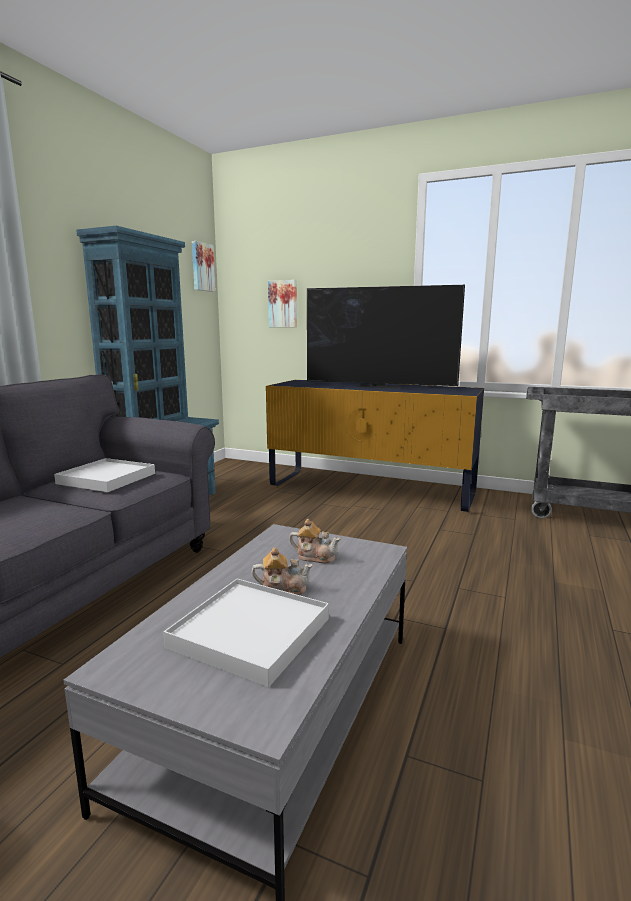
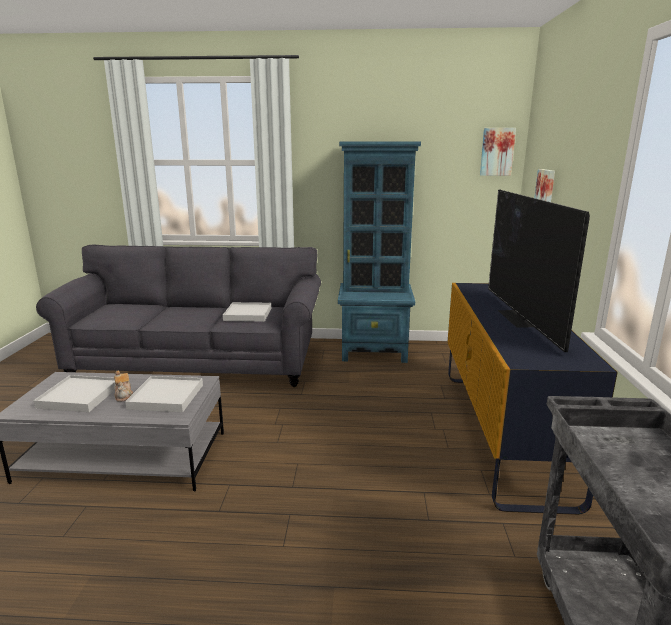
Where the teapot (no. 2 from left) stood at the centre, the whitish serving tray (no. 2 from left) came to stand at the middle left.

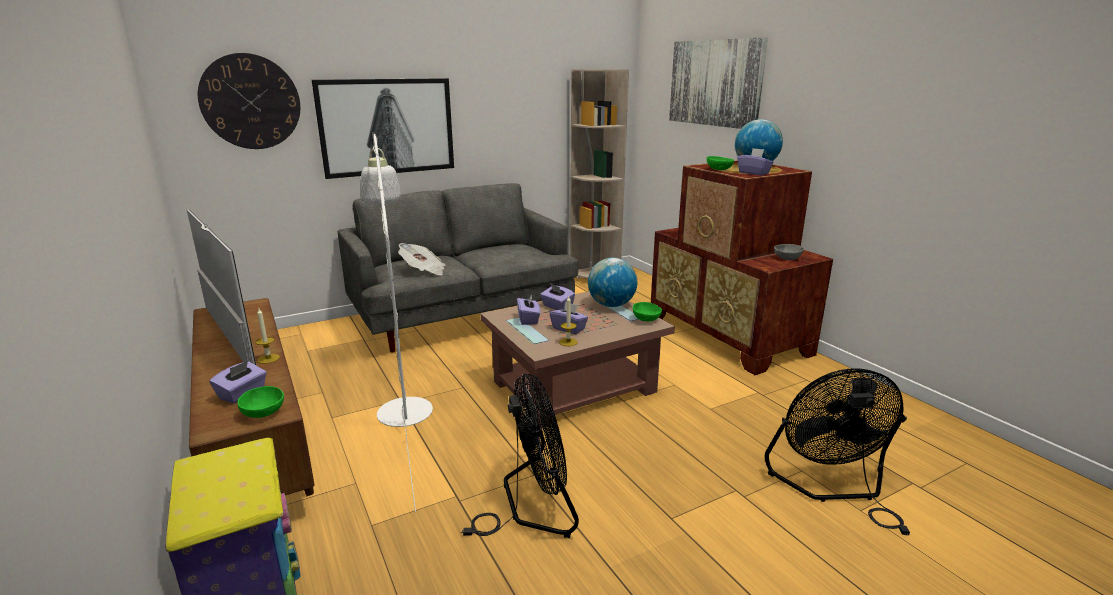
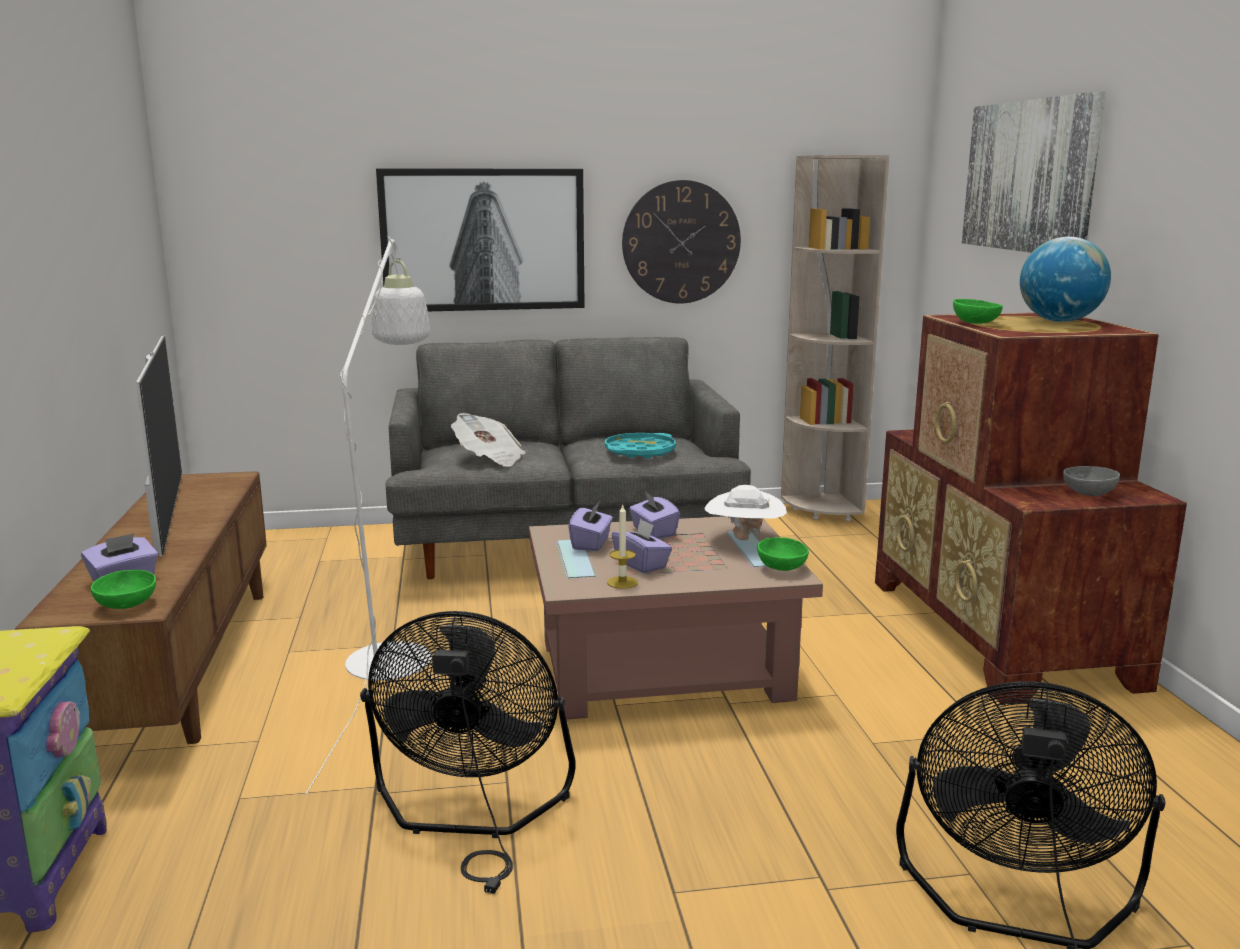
The hanging clock ended up elsewhere, having gone from the top left to the top centre. The second view lost the purplish tissue box (no. 5 from left) at the top right. Where the globe (no. 1 from left) stood at the centre, the whitish clothing hat came to stand at the centre. The second view lost the wax light (no. 1 from left) at the middle left. The blackish cooling fan (no. 1 from left) at the bottom centre ended up facing another way, 90 degrees counterclockwise from before. The second view gained the turquoise serving tray at the centre.

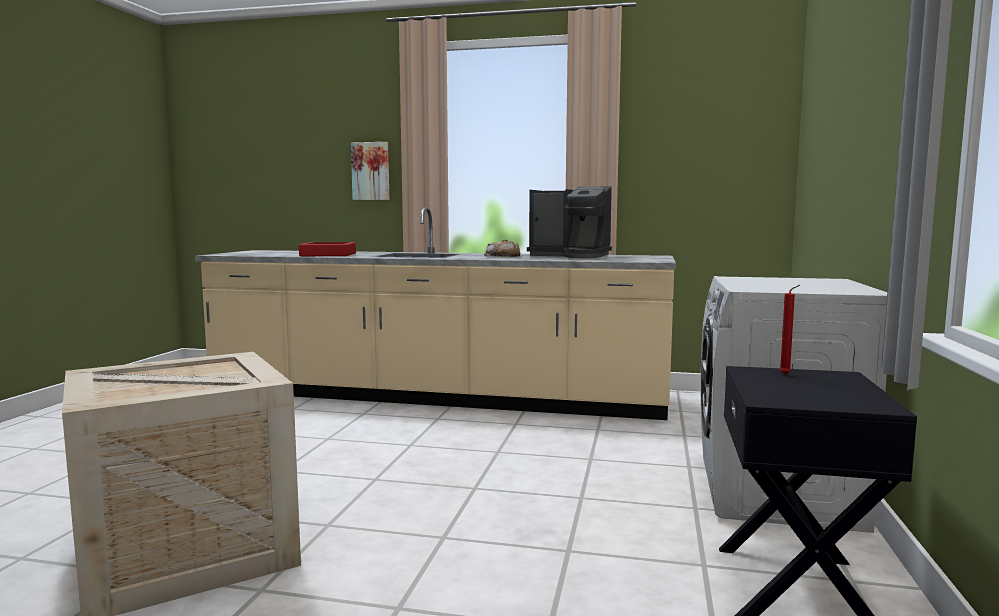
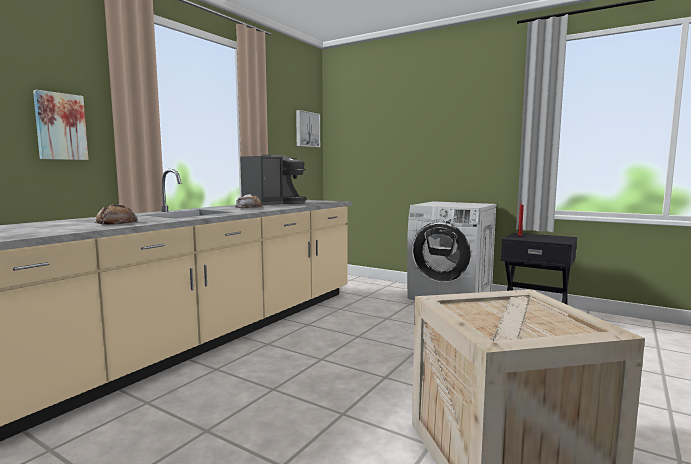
Where the reddish serving tray stood at the middle left, the baked bread (no. 1 from left) came to stand at the middle left. The second view gained the picture (no. 2 from left) at the top centre.

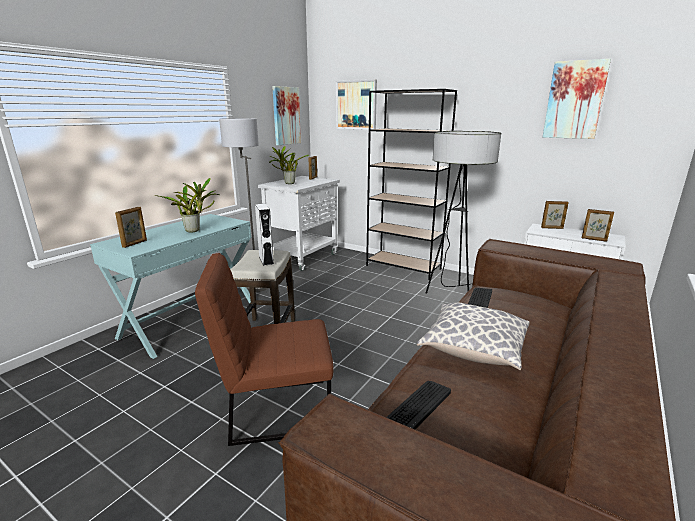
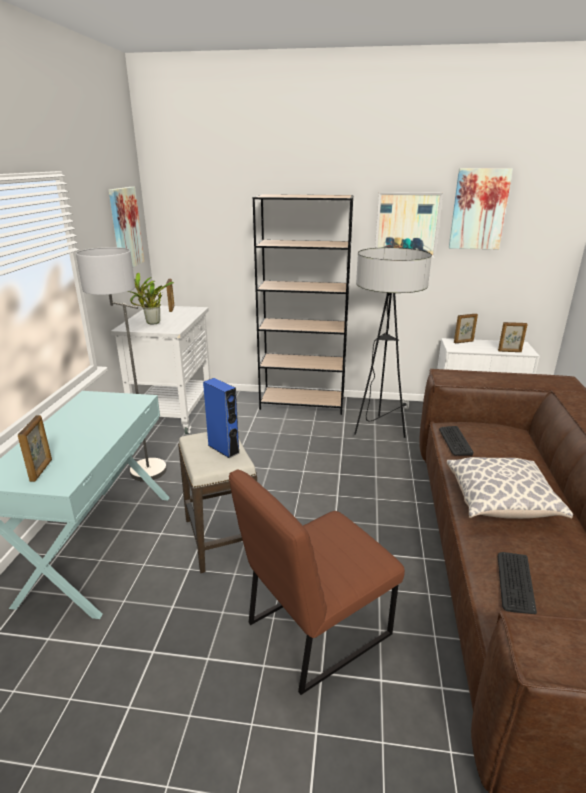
The picture (no. 2 from left) ended up elsewhere, having gone from the top centre to the top right. The second view lost the houseplant (no. 1 from left) at the middle left. What was the whitish speaker at the centre turned into the blue speaker at the centre.

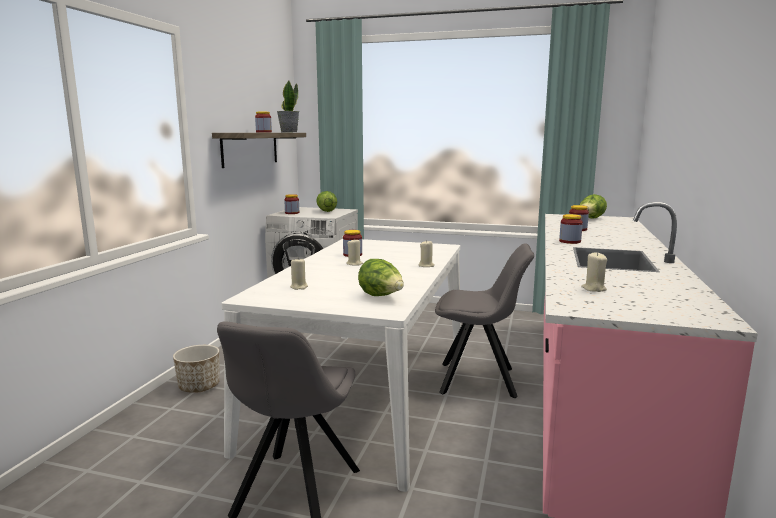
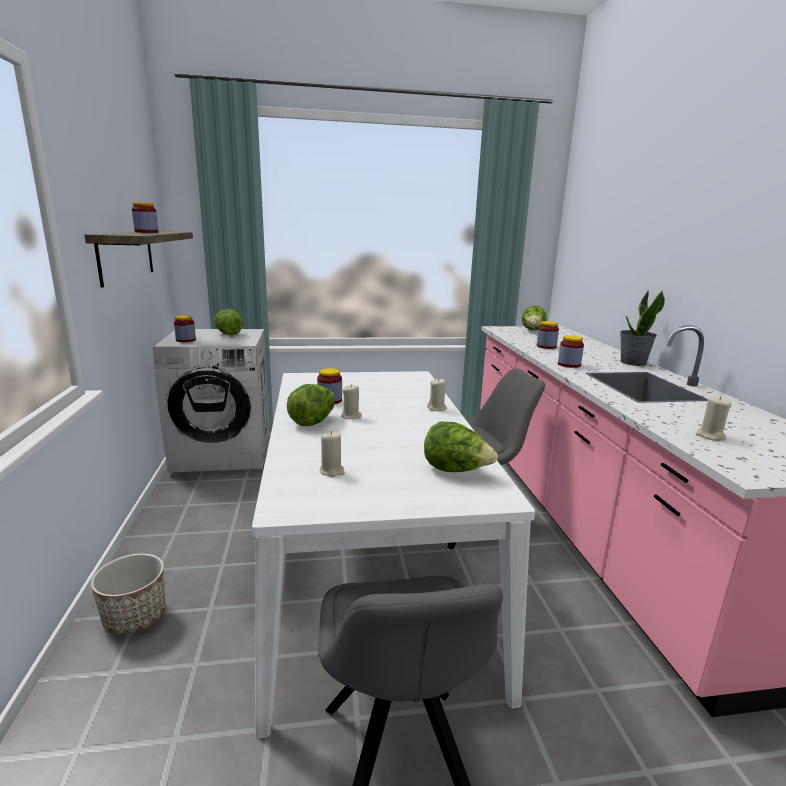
The houseplant ended up elsewhere, having gone from the top centre to the middle right. The second view gained the lettuce head (no. 2 from left) at the centre.

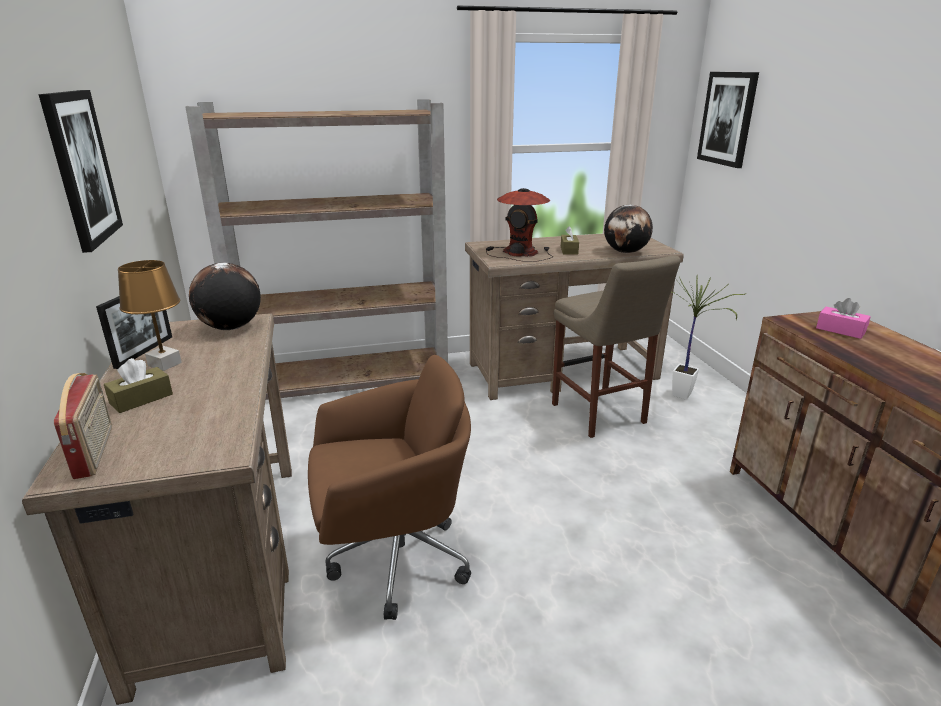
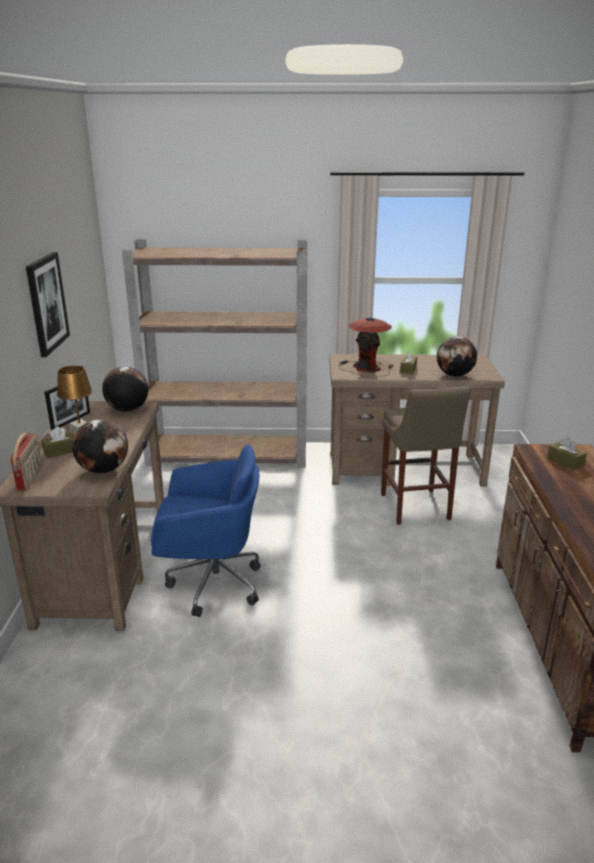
The second view lost the picture (no. 2 from left) at the top right. The second view lost the houseplant at the middle right. What was the pink tissue box at the middle right turned into the brown-coloured tissue box (no. 3 from left) at the middle right. What was the brown-coloured computer chair at the bottom centre turned into the blue computer chair at the centre. The second view gained the globe (no. 1 from left) at the middle left.

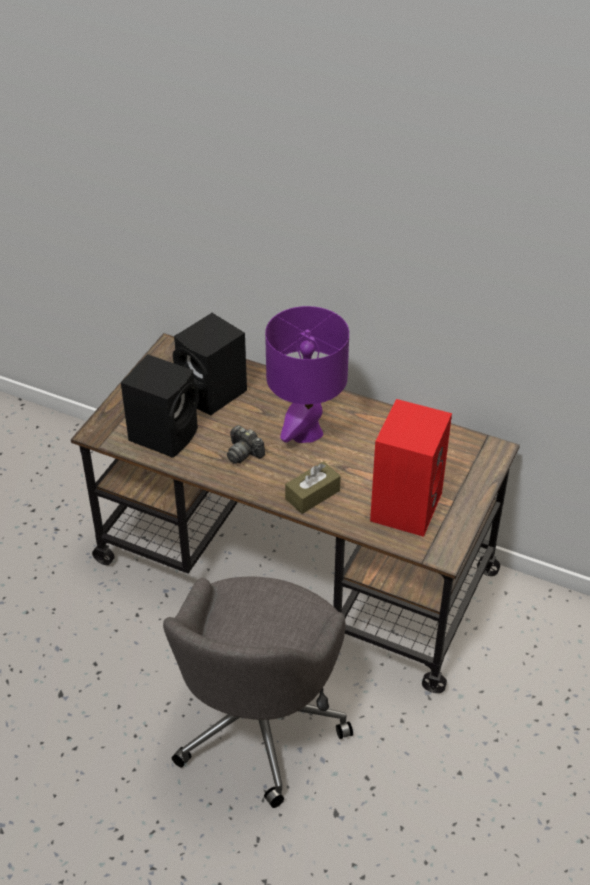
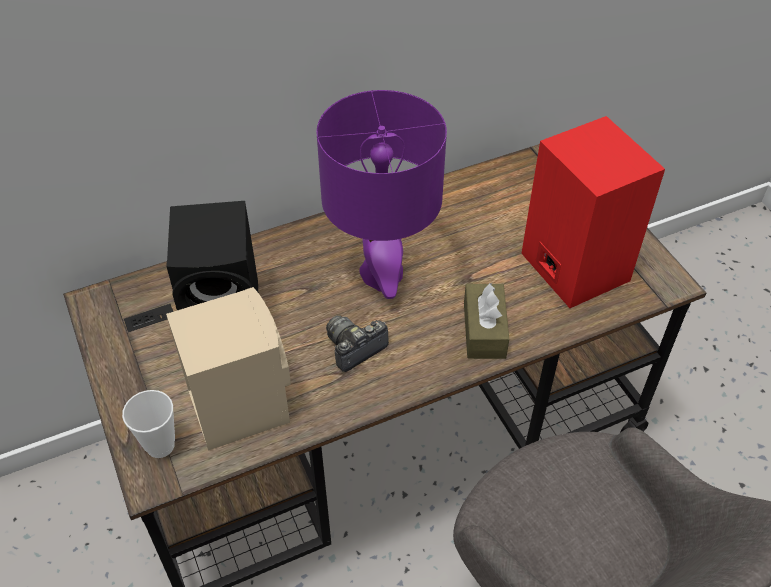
What was the blackish speaker (no. 1 from left) at the middle left turned into the beige-coloured speaker at the middle left. The photo camera at the centre ended up facing another way, 150 degrees clockwise from before. The second view gained the small cup at the bottom left.

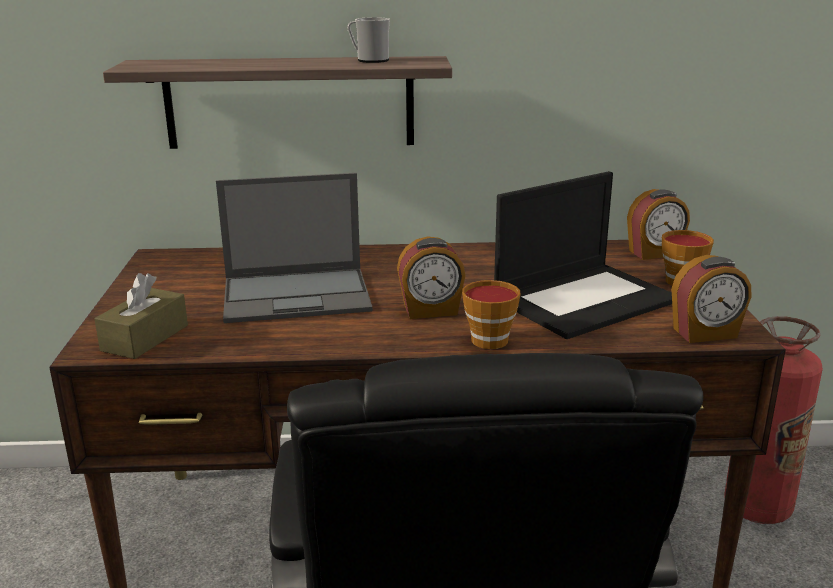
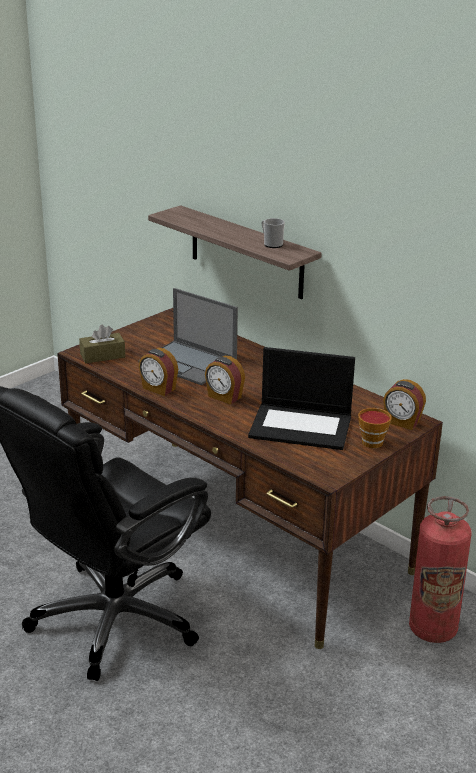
The bedside clock (no. 3 from left in the first image) ended up elsewhere, having gone from the middle right to the middle left. The second view lost the small cup (no. 1 from left) at the centre.

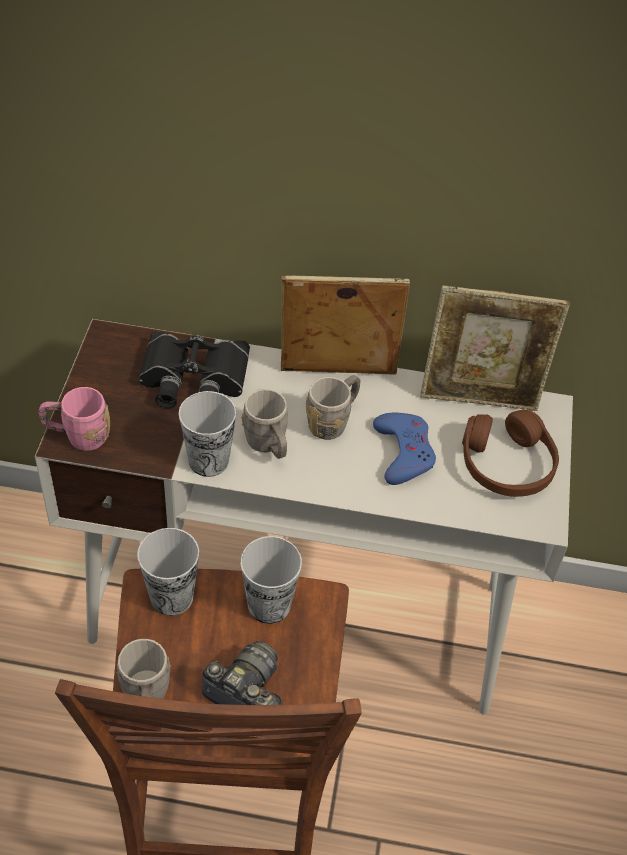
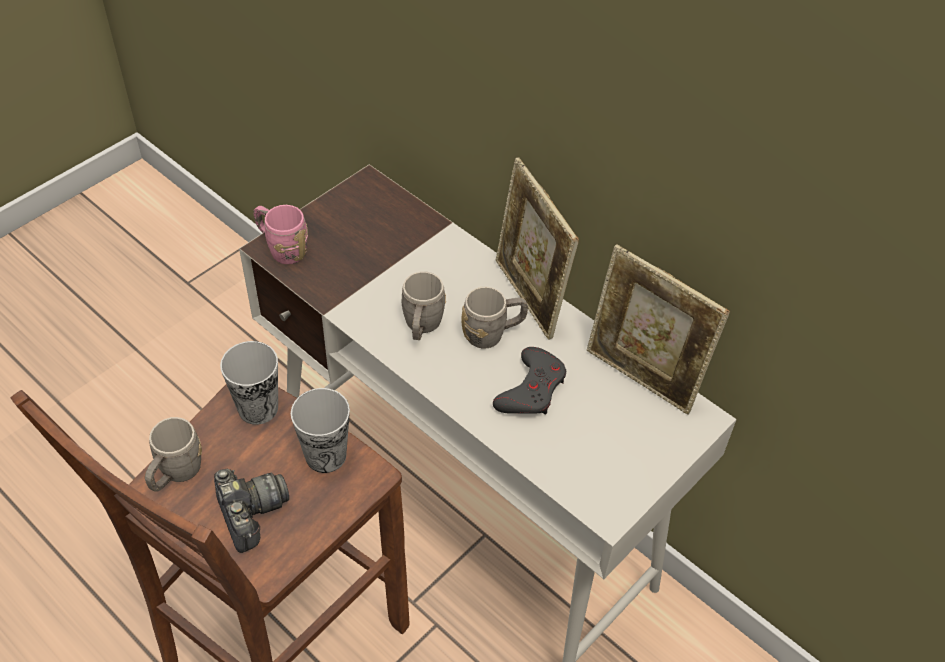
The standing frame (no. 1 from left) at the centre ended up facing another way, 150 degrees counterclockwise from before. The second view lost the blackish pair of binoculars at the middle left. The second view lost the small cup (no. 2 from left) at the middle left. The second view lost the brown-coloured headphones at the middle right. What was the blue gamepad at the centre turned into the grey gamepad at the centre.

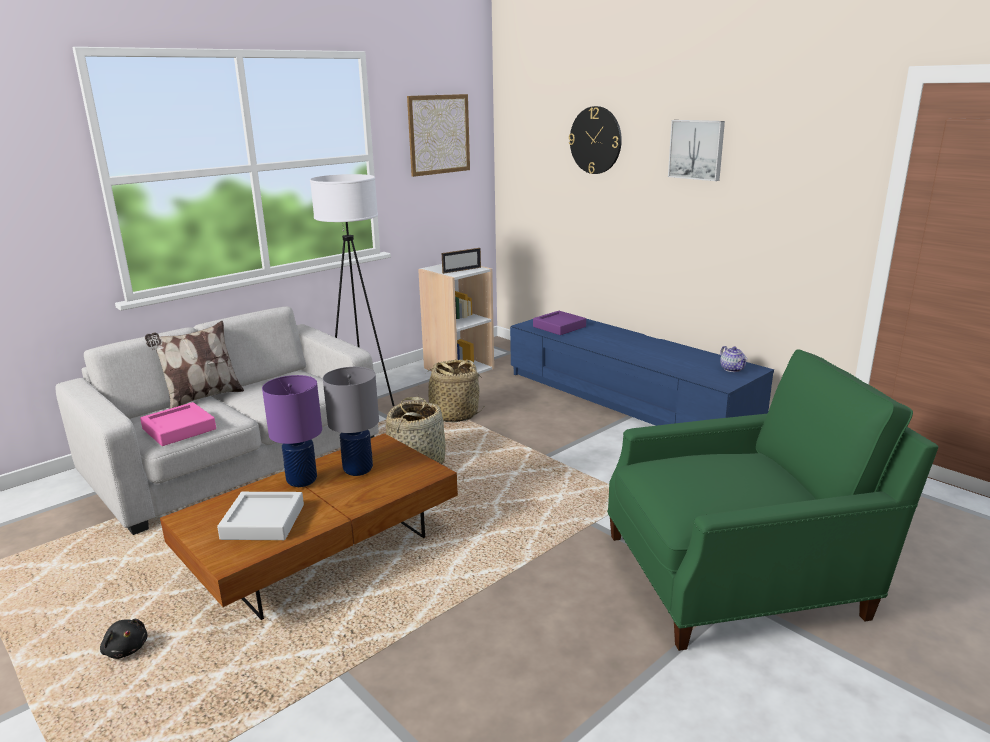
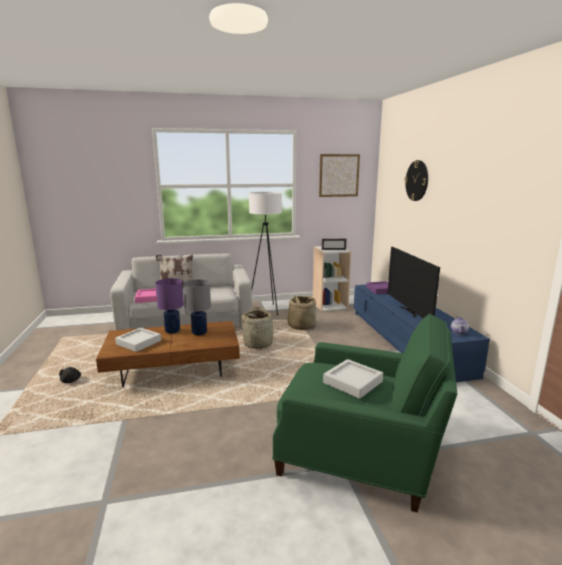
The second view lost the picture (no. 2 from left) at the top right. The second view gained the TV at the middle right. The second view gained the grey serving tray (no. 2 from left) at the bottom centre.

